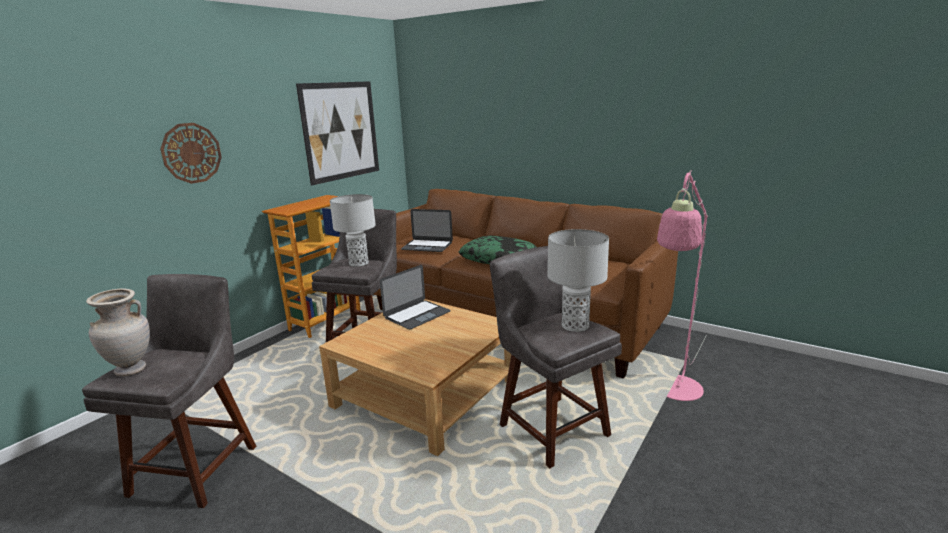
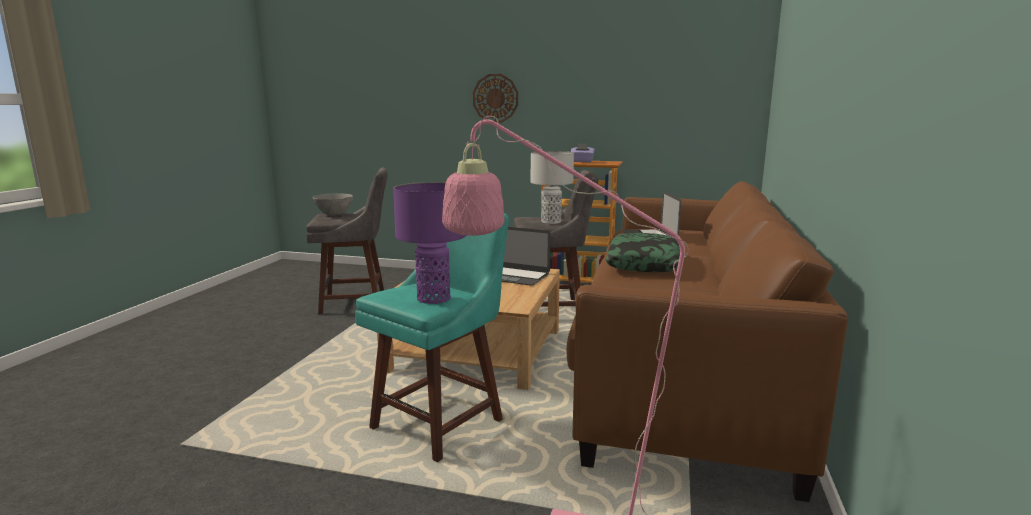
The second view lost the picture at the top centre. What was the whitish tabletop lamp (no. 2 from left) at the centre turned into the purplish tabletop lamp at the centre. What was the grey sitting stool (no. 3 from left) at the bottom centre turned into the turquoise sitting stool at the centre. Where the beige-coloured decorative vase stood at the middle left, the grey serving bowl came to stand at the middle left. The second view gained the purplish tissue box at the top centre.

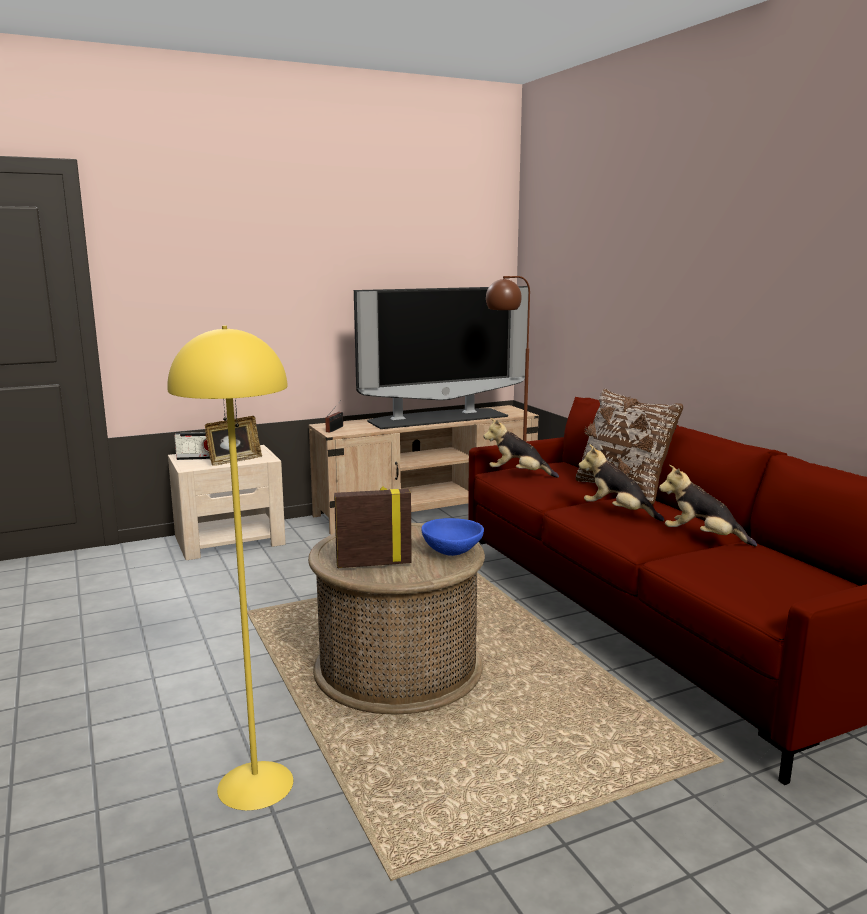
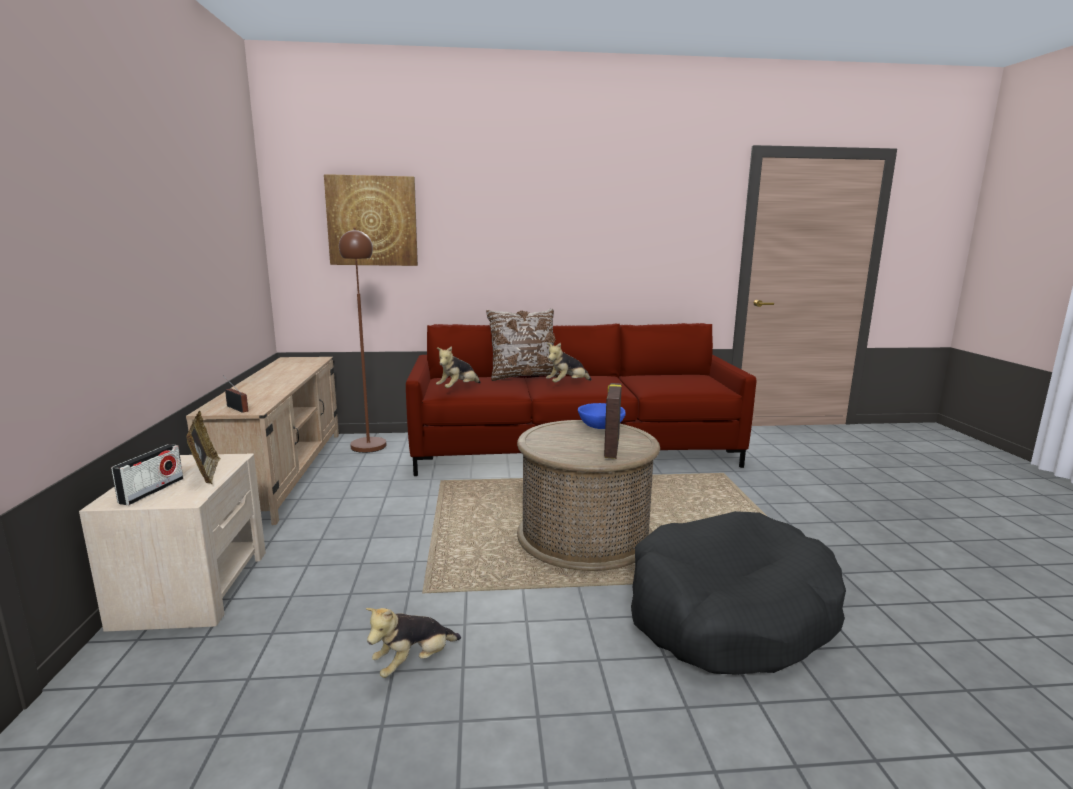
The second view lost the TV at the centre. Where the yellow standing lamp stood at the middle left, the blackish pet bed came to stand at the bottom right. The cuddly toy (no. 3 from left in the first image) ended up elsewhere, having gone from the middle right to the bottom centre. The second view gained the picture at the top centre.

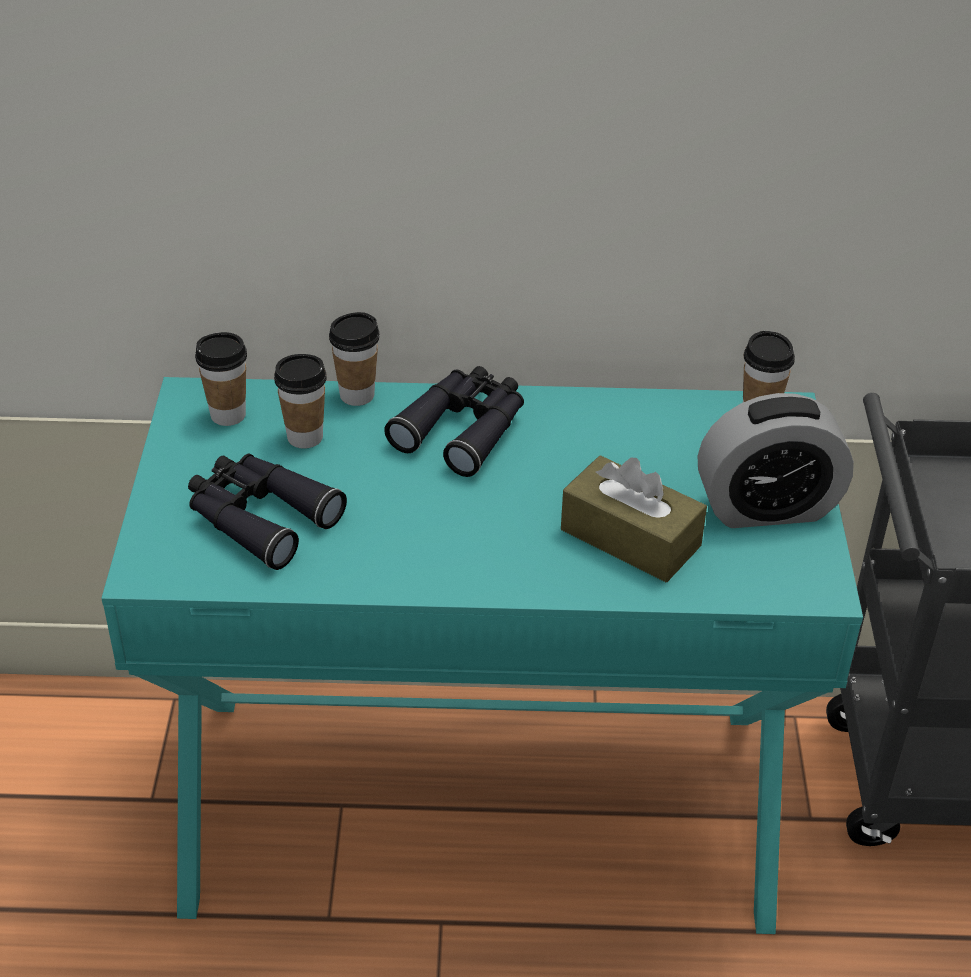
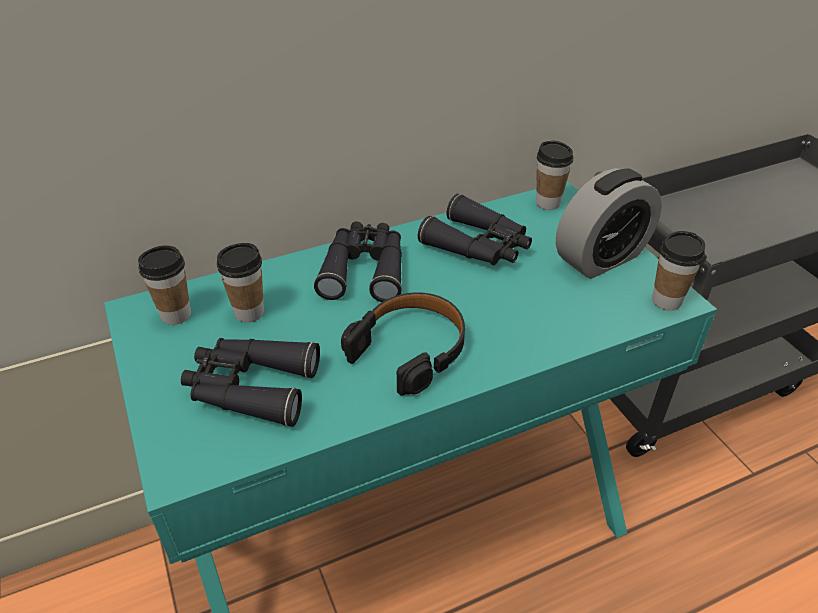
The small cup (no. 3 from left in the first image) ended up elsewhere, having gone from the centre to the middle right. The second view lost the brown-coloured tissue box at the centre. The second view gained the blackish pair of binoculars (no. 3 from left) at the centre. The second view gained the blackish headphones at the centre.

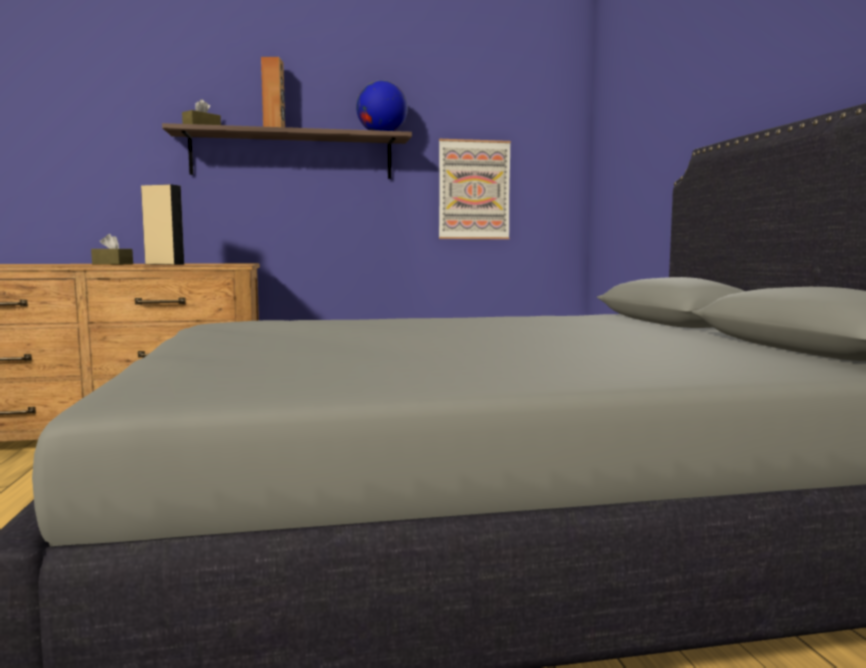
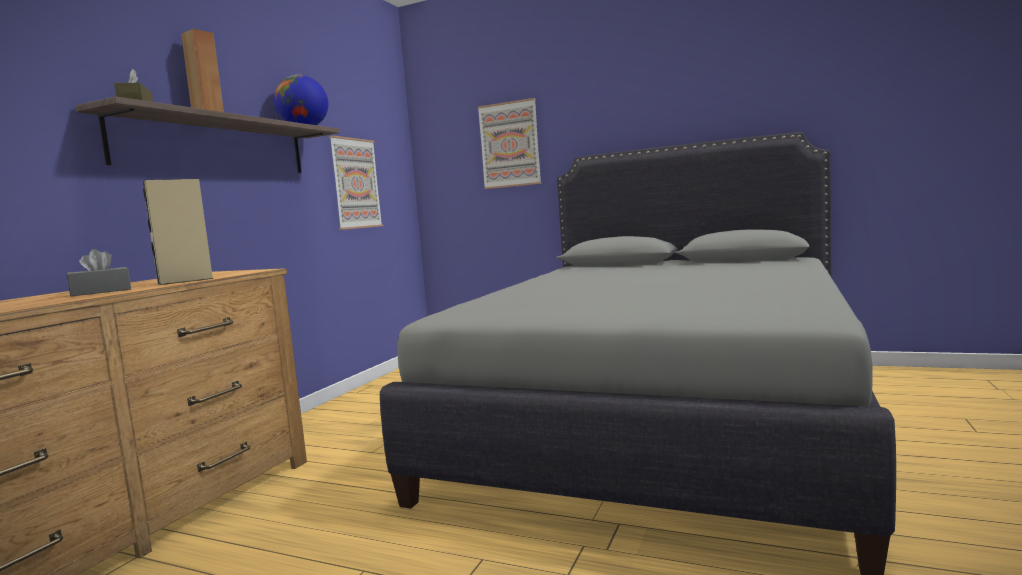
What was the brown-coloured tissue box (no. 1 from left) at the middle left turned into the grey tissue box at the middle left. The second view gained the picture (no. 2 from left) at the top centre.

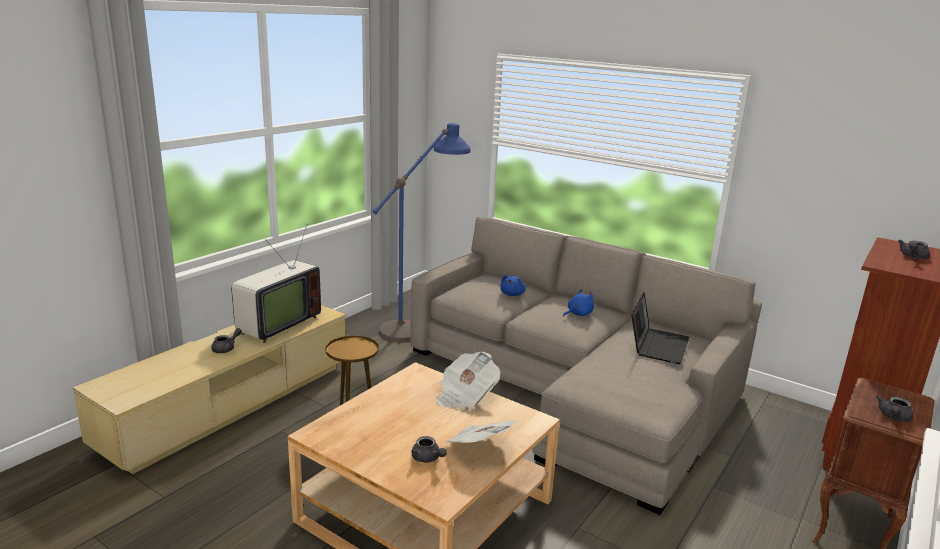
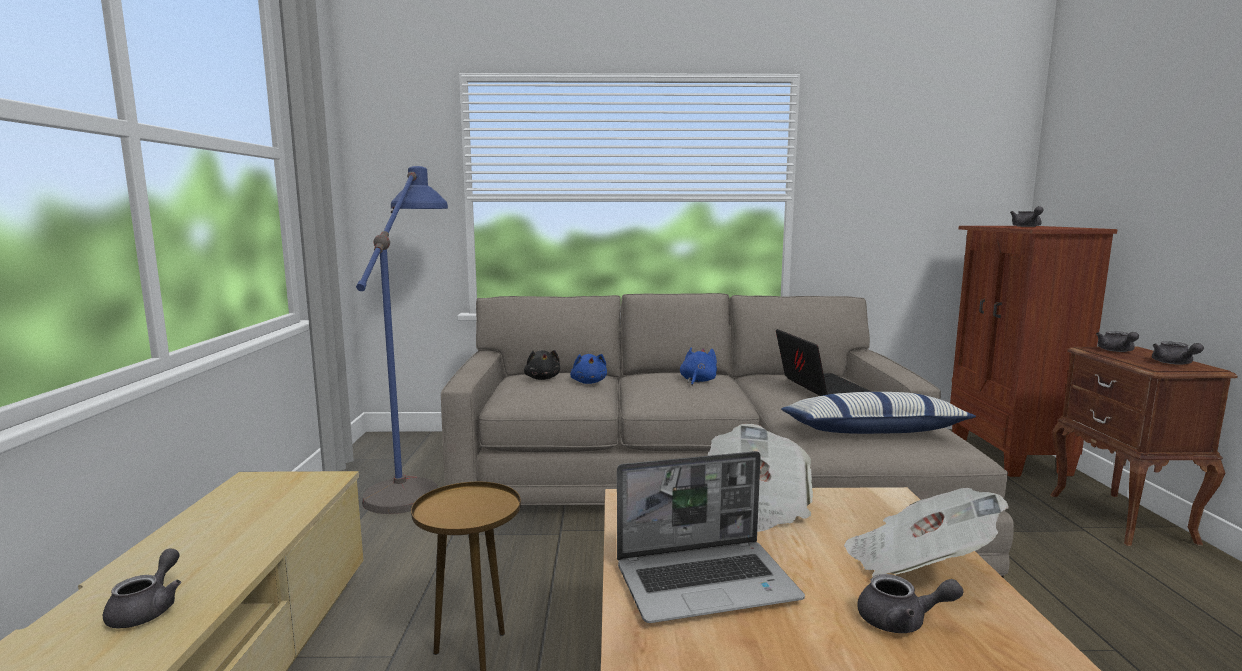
The second view lost the TV at the middle left. The second view gained the grey teapot (no. 4 from left) at the middle right. The second view gained the blackish cuddly toy at the centre. The second view gained the throw pillow at the middle right. The second view gained the notebook computer (no. 1 from left) at the bottom centre.

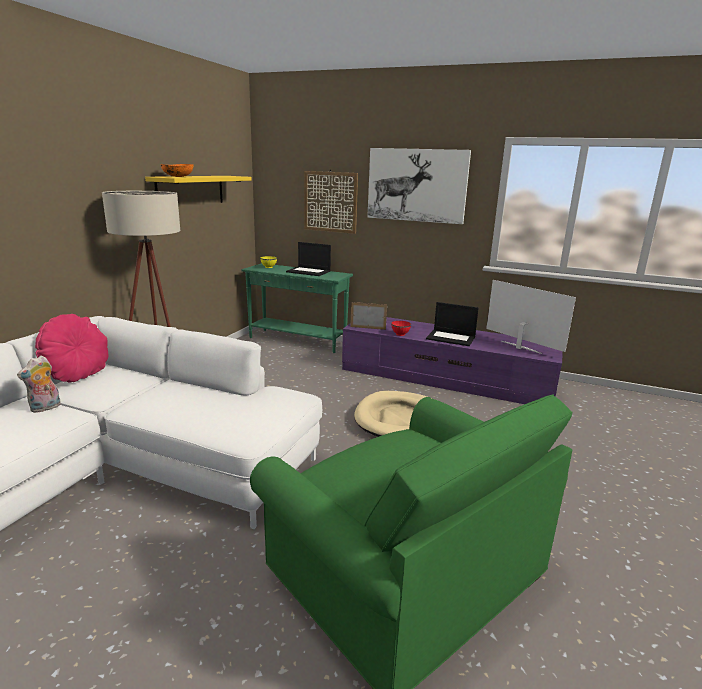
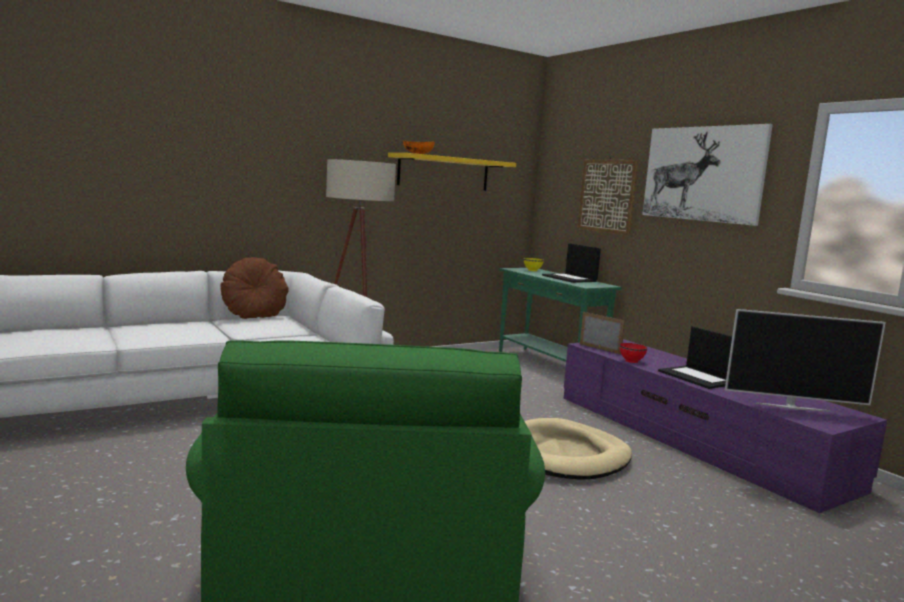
The TV at the middle right ended up facing another way, 105 degrees clockwise from before. What was the pink throw pillow at the middle left turned into the brown-coloured throw pillow at the middle left. The second view lost the cuddly toy at the middle left.

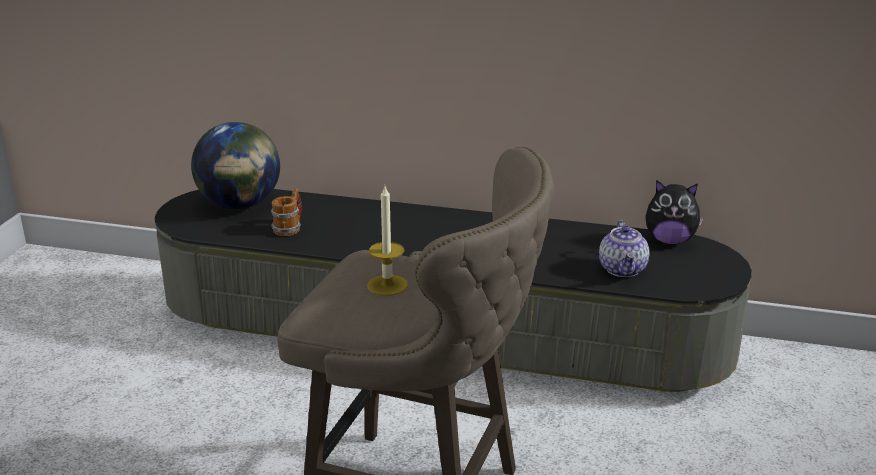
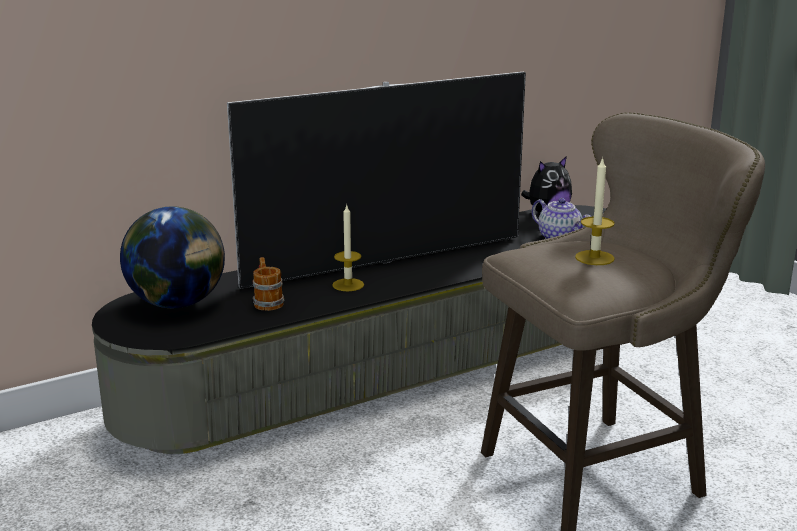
The second view gained the TV at the centre. The second view gained the wax light (no. 1 from left) at the centre.

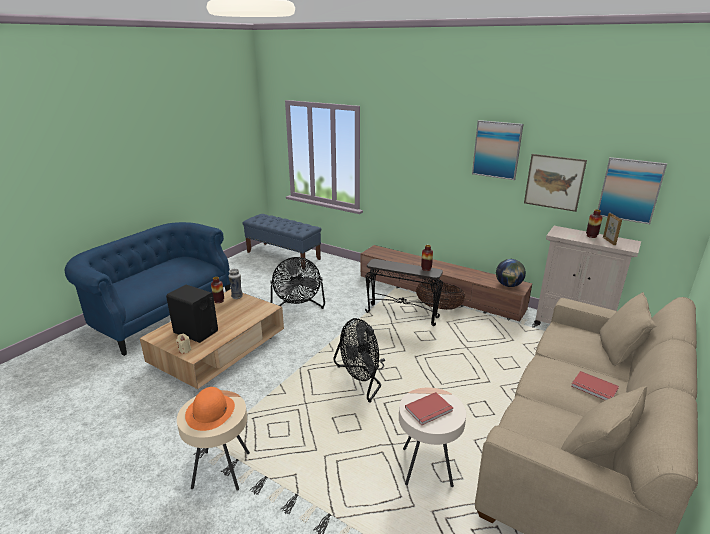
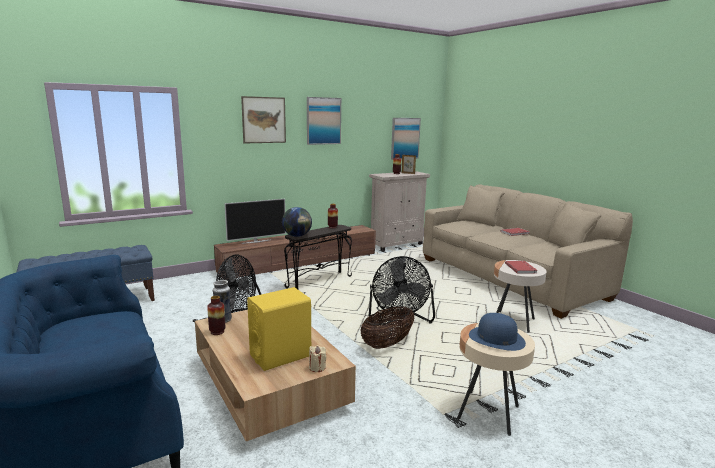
The picture (no. 2 from left in the first image) ended up elsewhere, having gone from the middle right to the top centre. The globe ended up elsewhere, having gone from the middle right to the centre. The storage basket ended up elsewhere, having gone from the centre to the bottom centre. What was the blackish speaker at the middle left turned into the yellow speaker at the bottom centre. What was the orangey clothing hat at the bottom left turned into the blue clothing hat at the bottom right. The second view gained the TV at the centre.

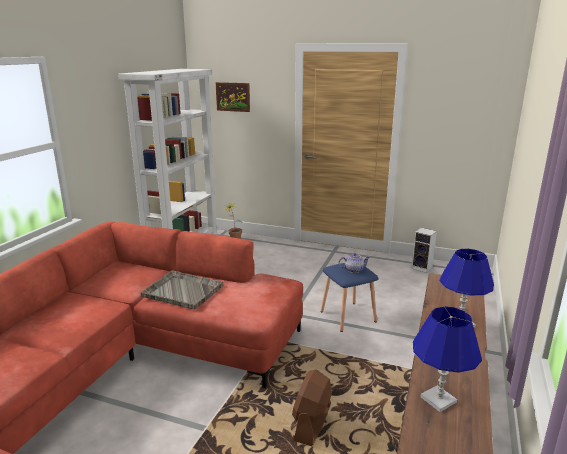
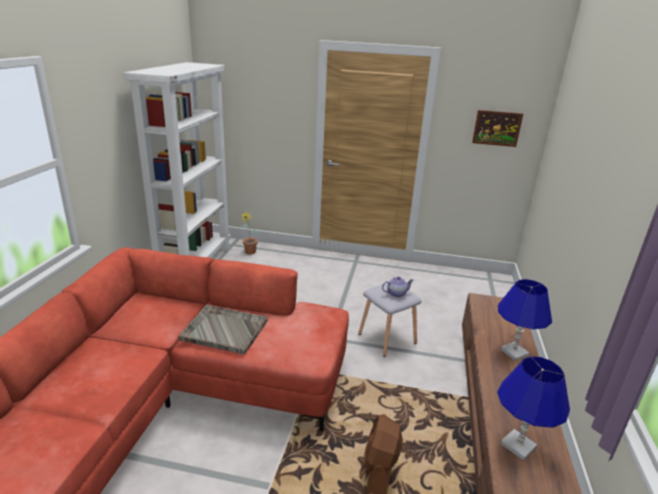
The picture ended up elsewhere, having gone from the top centre to the top right. The second view lost the speaker at the middle right. What was the blue sitting stool at the centre turned into the grey sitting stool at the centre.

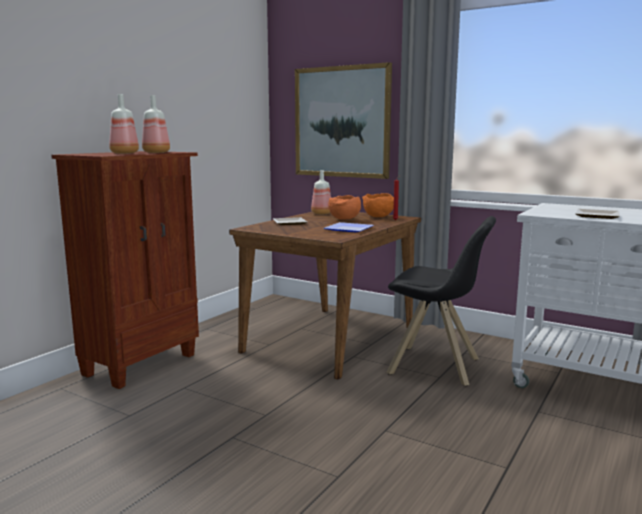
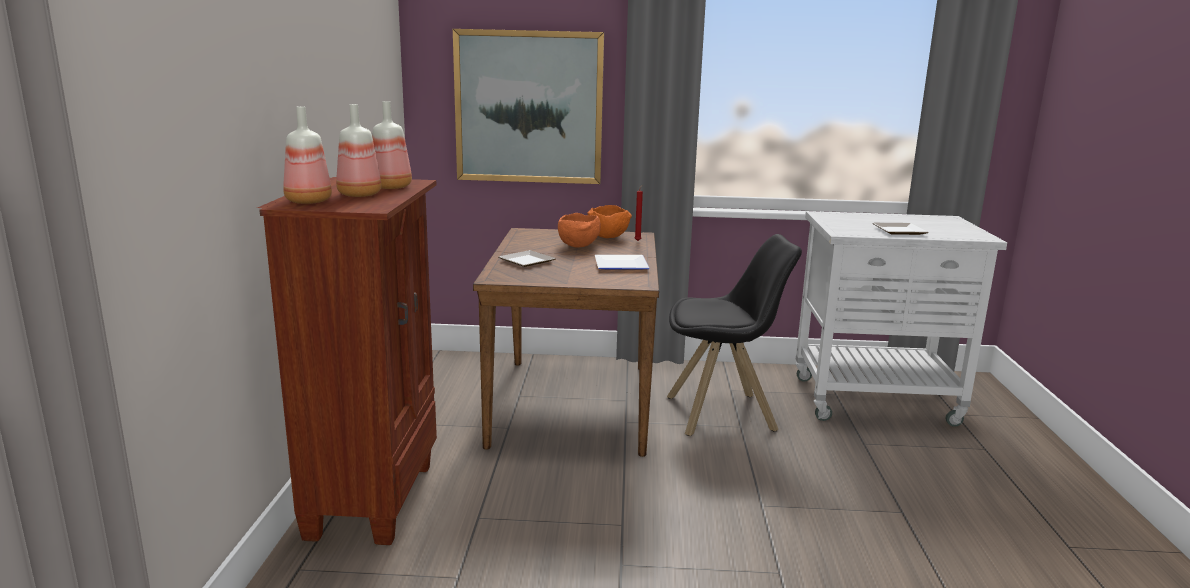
The beverage bottle (no. 3 from left in the first image) ended up elsewhere, having gone from the centre to the top left.

